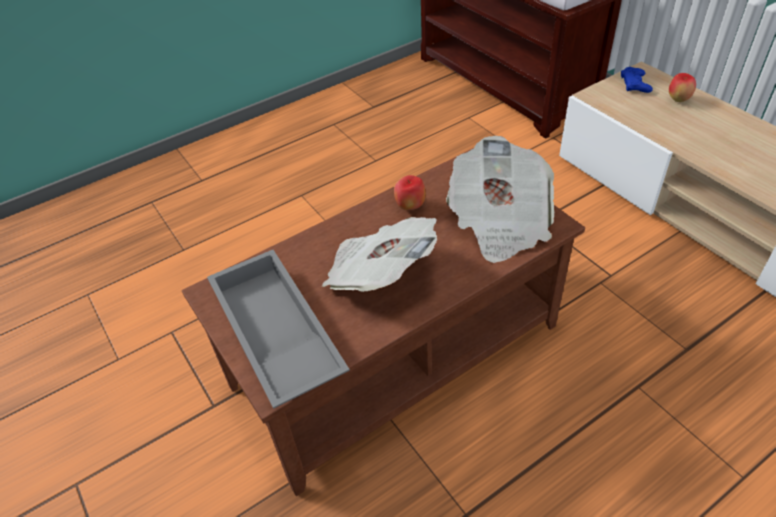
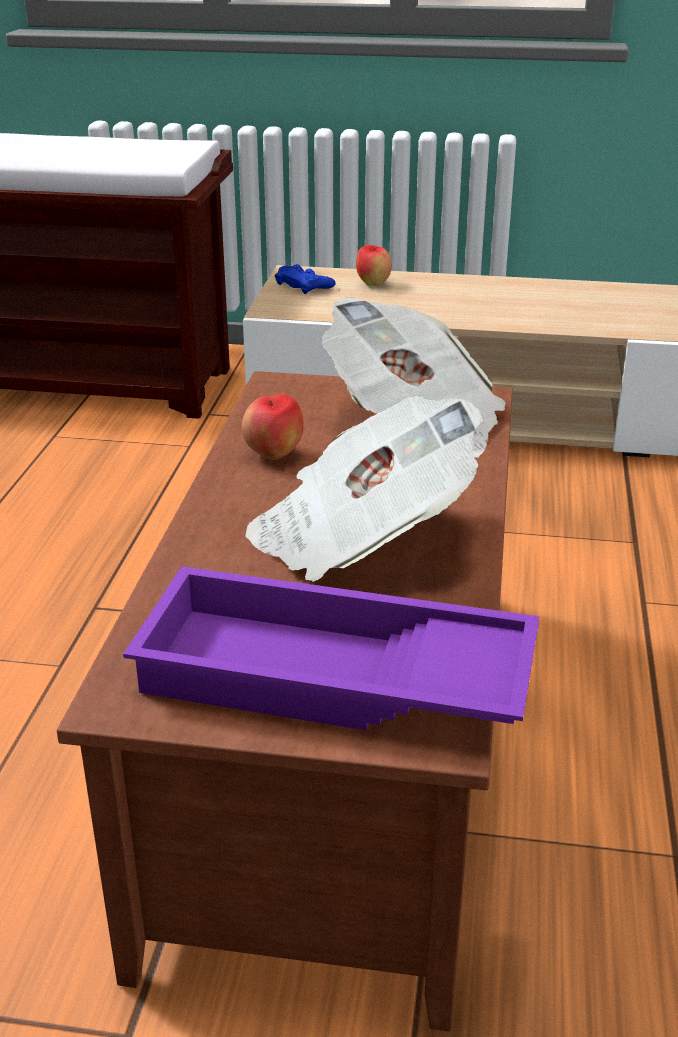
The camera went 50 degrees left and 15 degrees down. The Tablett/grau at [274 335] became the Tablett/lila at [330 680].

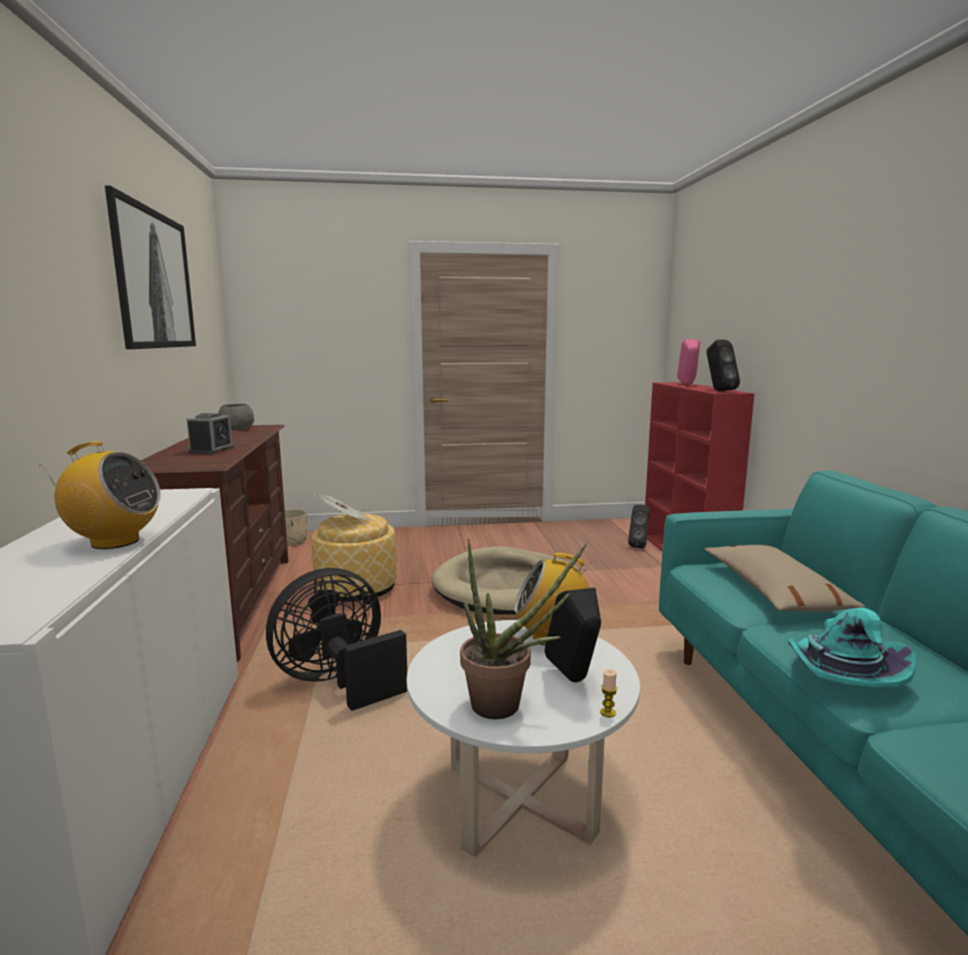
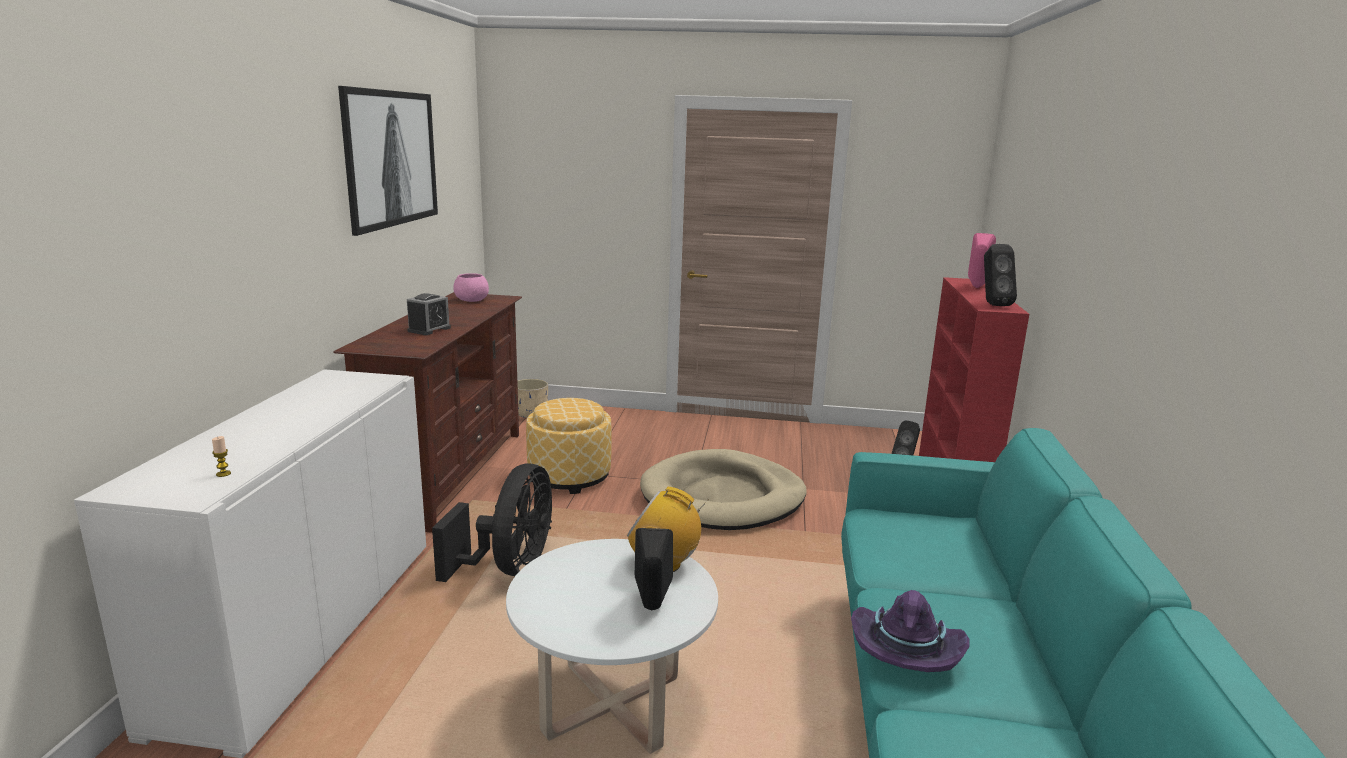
The camera went 15 degrees right and 5 degrees up. The Radio at [114 542] disappeared. The Zeitung at [345 522] disappeared. The Topfpflanze at [506 707] disappeared. The Kissen/beige at [773 592] disappeared. The Kerze moved from [608 712] to [223 474]. The Schüssel/grau at [237 429] became the Schüssel/rosa at [472 300]. The Hut/türkis at [841 675] became the Hut/lila at [905 651]. The Ventilator/schwarz at [338 682] turned 120 degrees clockwise.

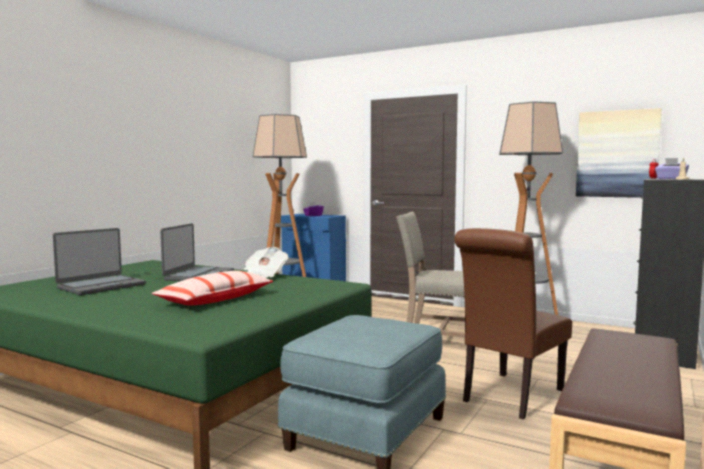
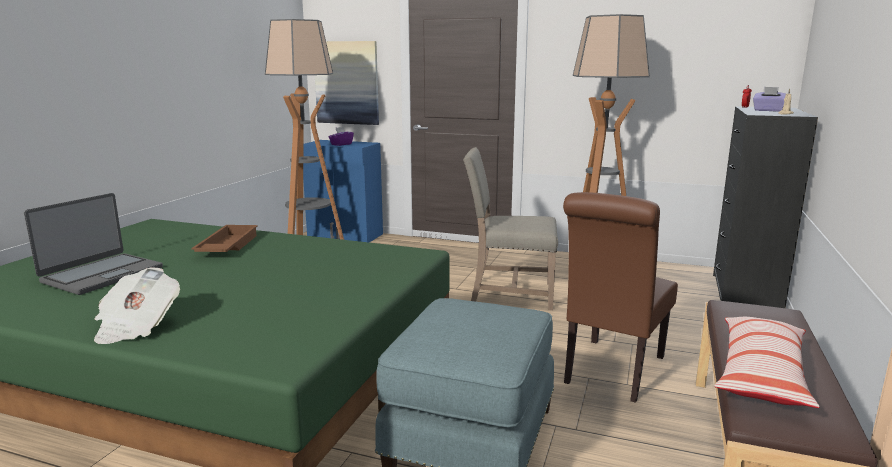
The camera went 10 degrees left and 10 degrees up. The Kissen moved from [216 299] to [761 374]. The Zeitung moved from [264 276] to [137 326]. The Bild moved from [617 154] to [347 83]. The Laptop at [198 275] was replaced by the Tablett/braun at [226 246].

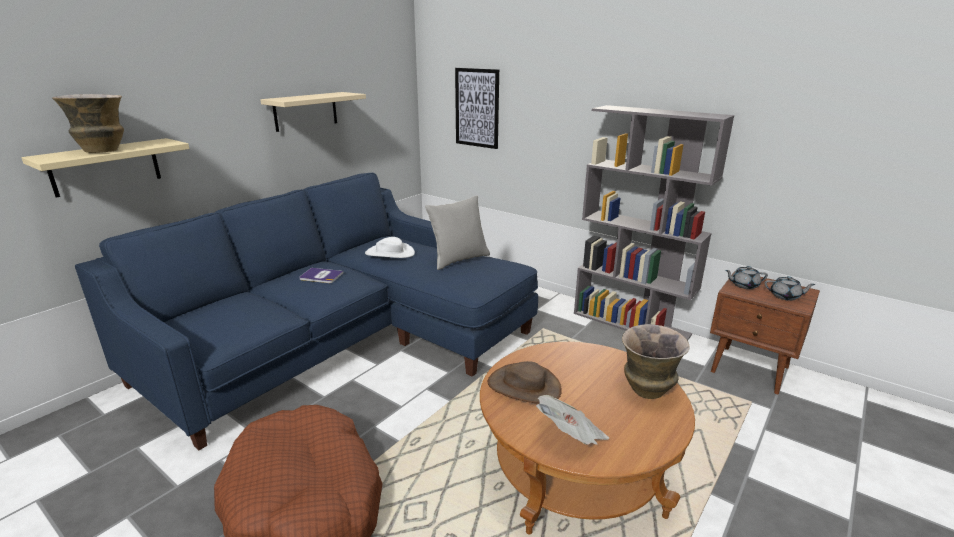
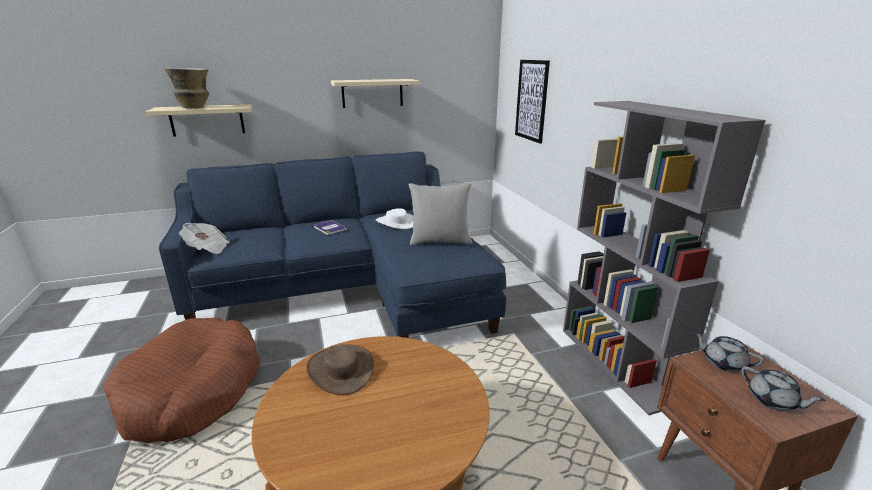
The camera went 35 degrees right and 0 degrees up. The Vase at [647 391] disappeared. The Zeitung moved from [571 436] to [207 248].

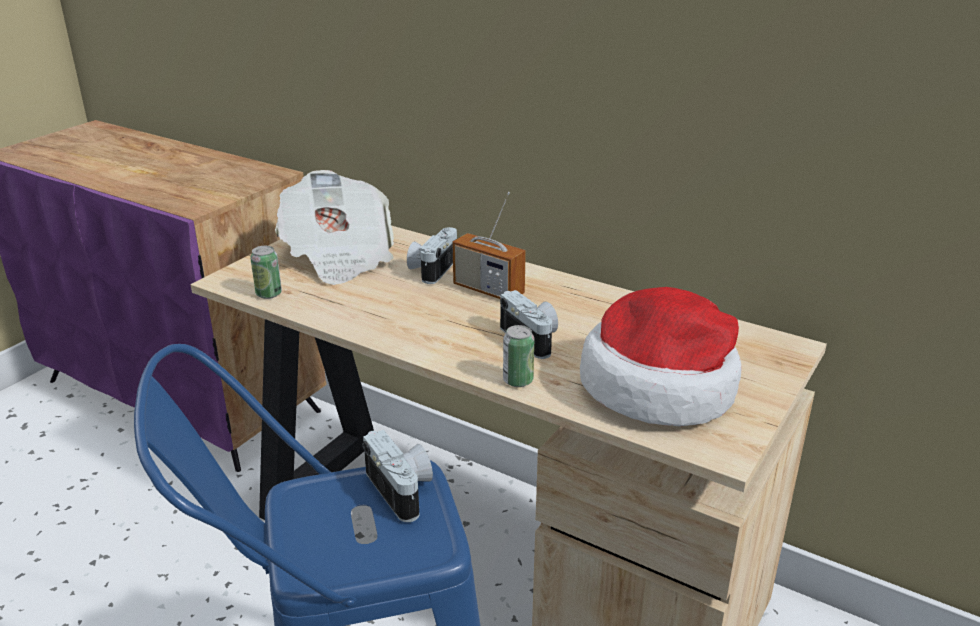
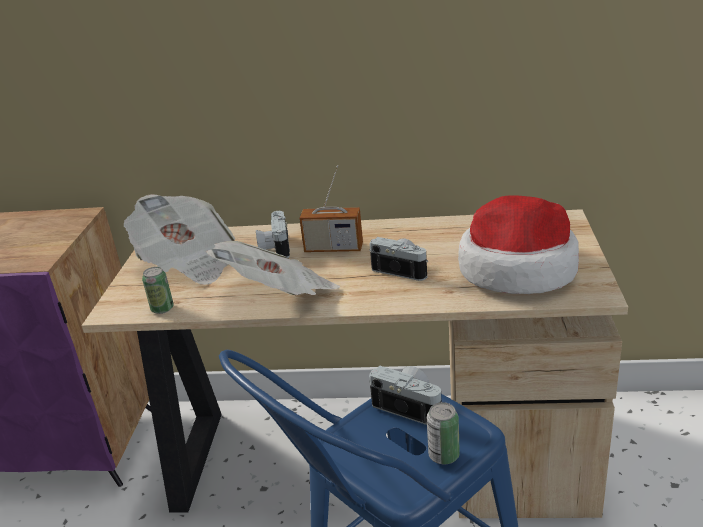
The camera went 25 degrees left and 0 degrees up. The Zeitung at [280 296] appeared. The Dose moved from [518 381] to [444 455].

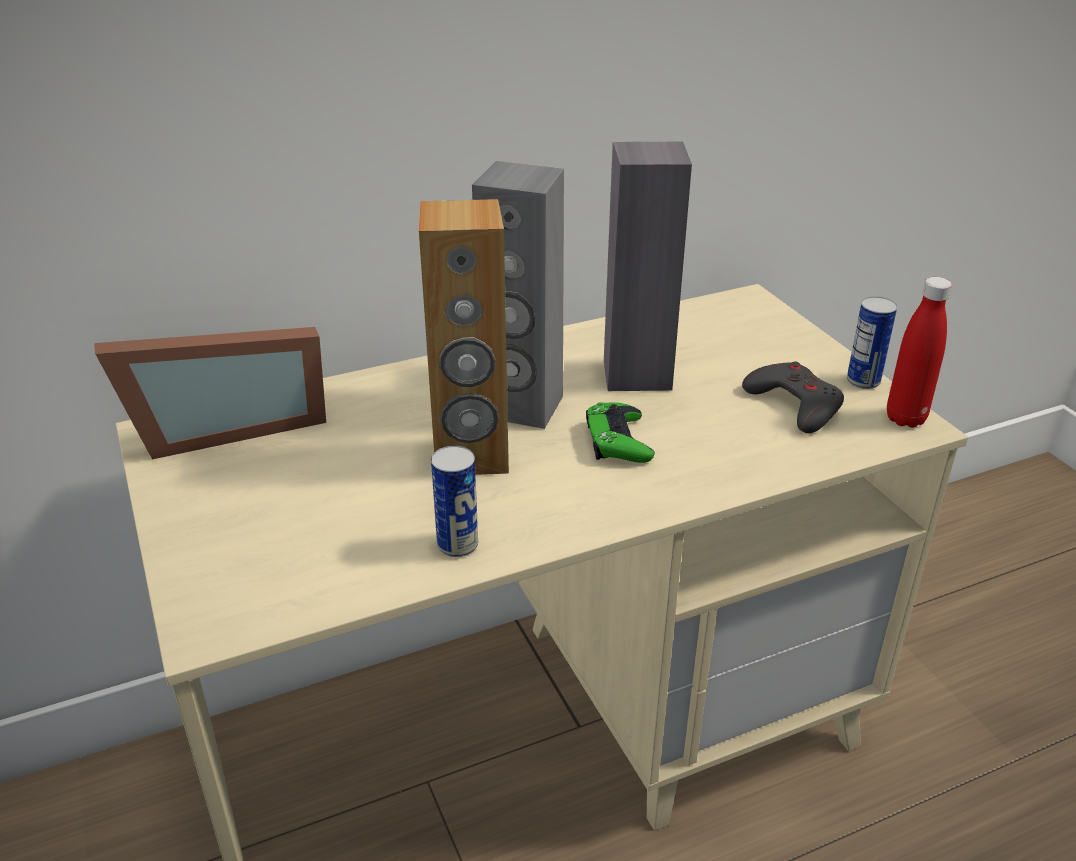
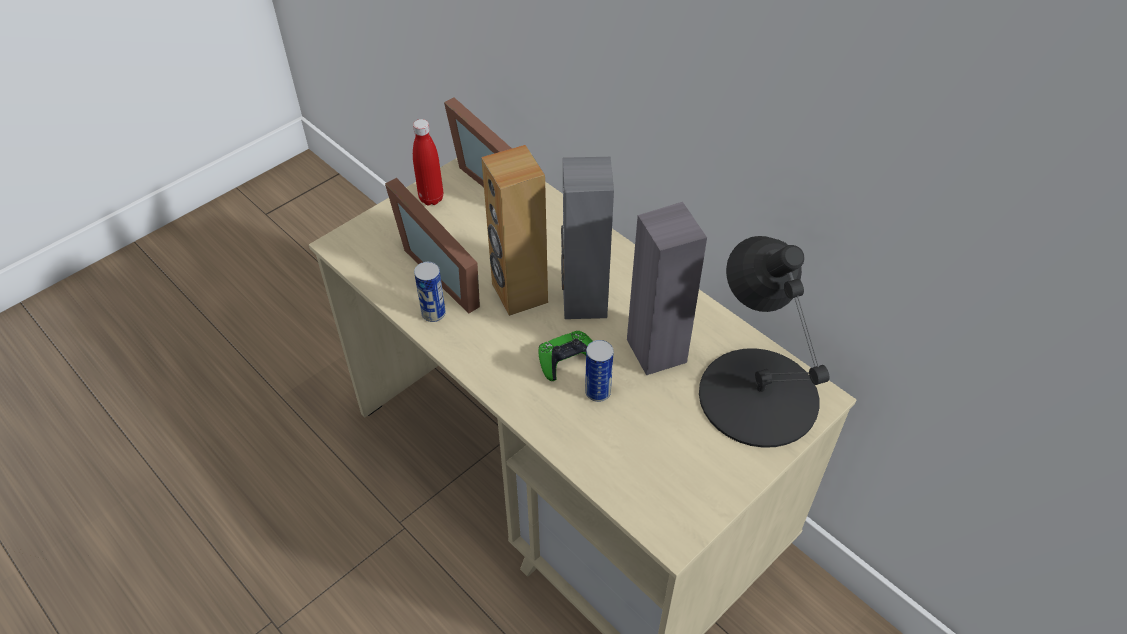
The camera went 70 degrees right and 15 degrees up. The Gamepad/grau at [794 404] disappeared. The Bilderrahmen at [447 269] appeared. The Tischlampe/schwarz at [758 395] appeared. The Dose moved from [863 381] to [598 392]. The Flasche/rot moved from [905 418] to [431 198].

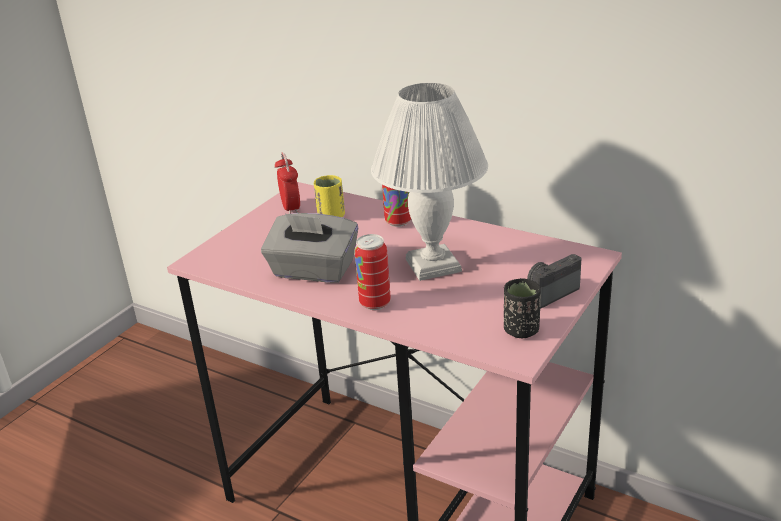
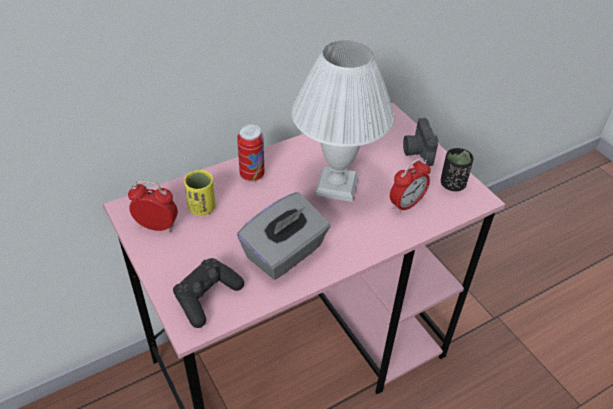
The camera went 65 degrees left and 15 degrees up. The Dose at [375 303] disappeared. The Gamepad/schwarz at [207 298] appeared. The Wecker at [406 204] appeared.

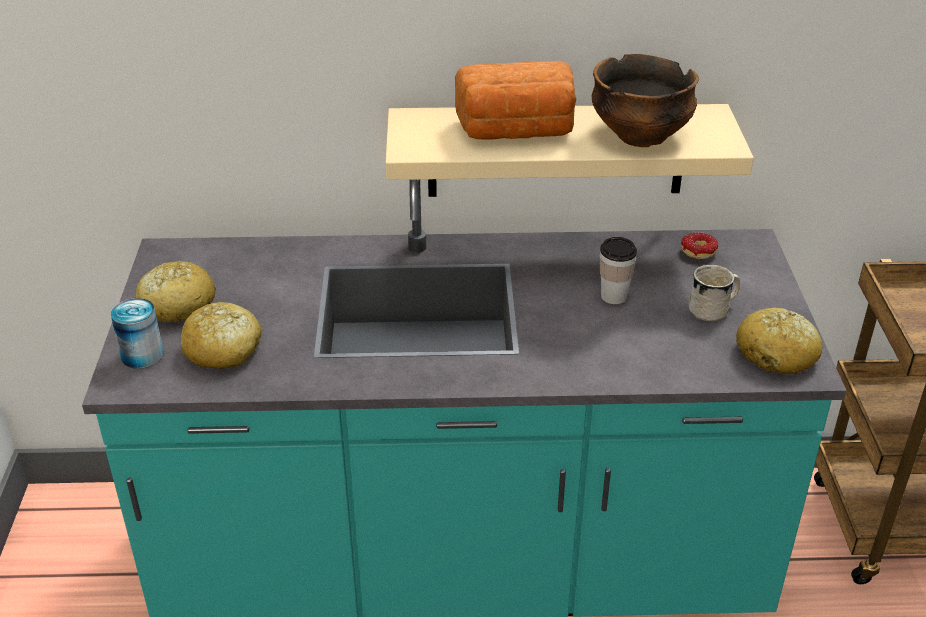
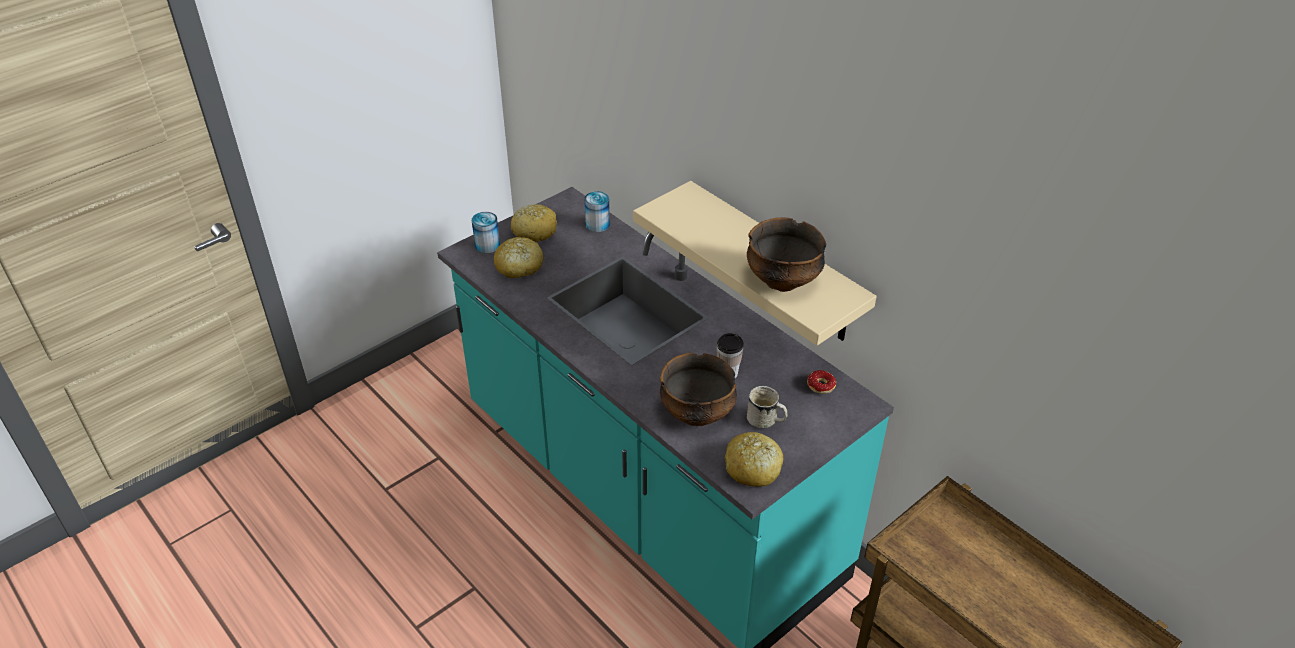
The camera went 50 degrees right and 5 degrees up. The Brot at [516 131] disappeared. The Dose at [597 224] appeared. The Schüssel at [697 413] appeared.

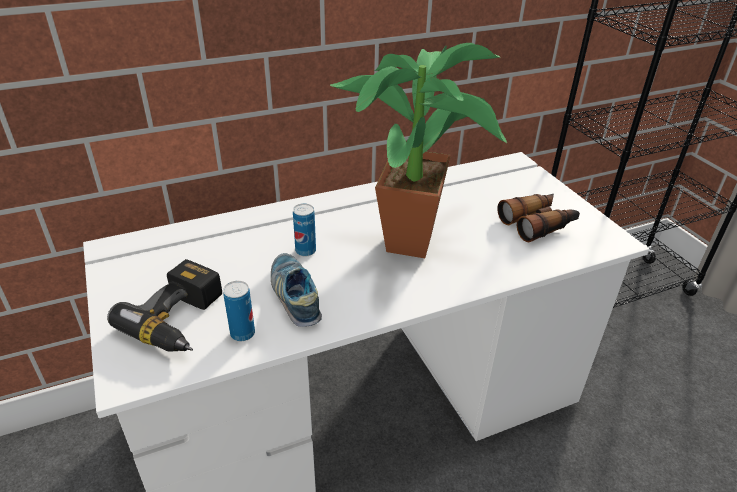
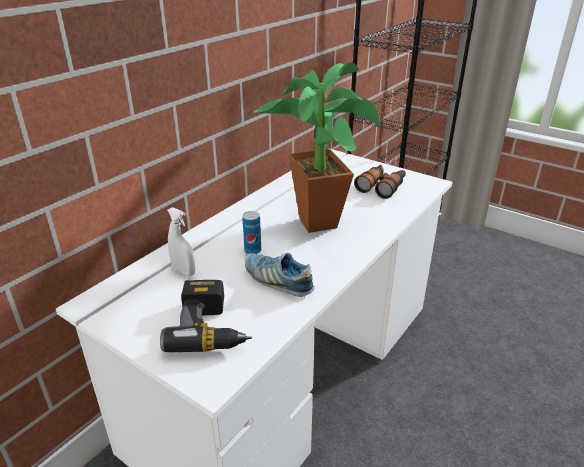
The camera went 30 degrees left and 5 degrees down. The Dose at [242 333] disappeared. The Sprühflasche/weiß at [183 271] appeared.

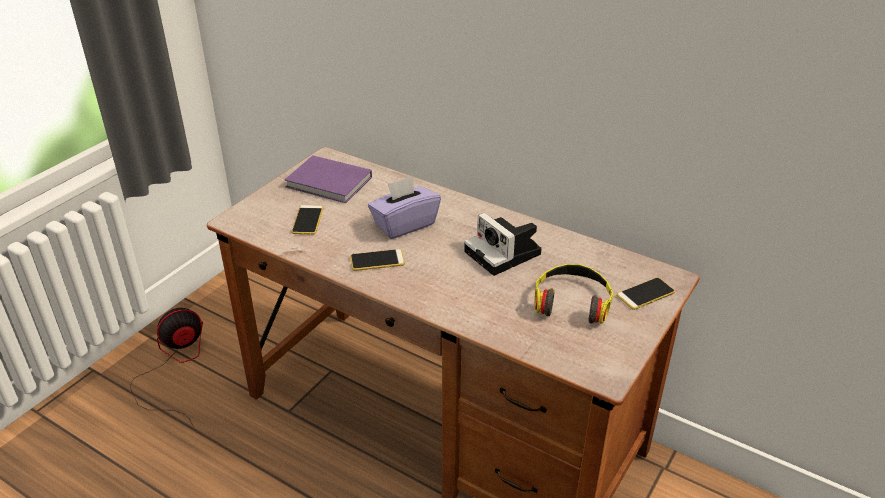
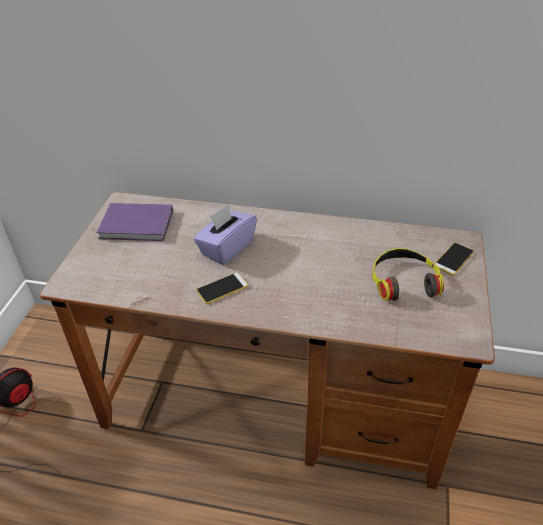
The camera went 20 degrees left and 5 degrees up. The Handy at [307 220] disappeared. The Kamera at [505 254] disappeared.

